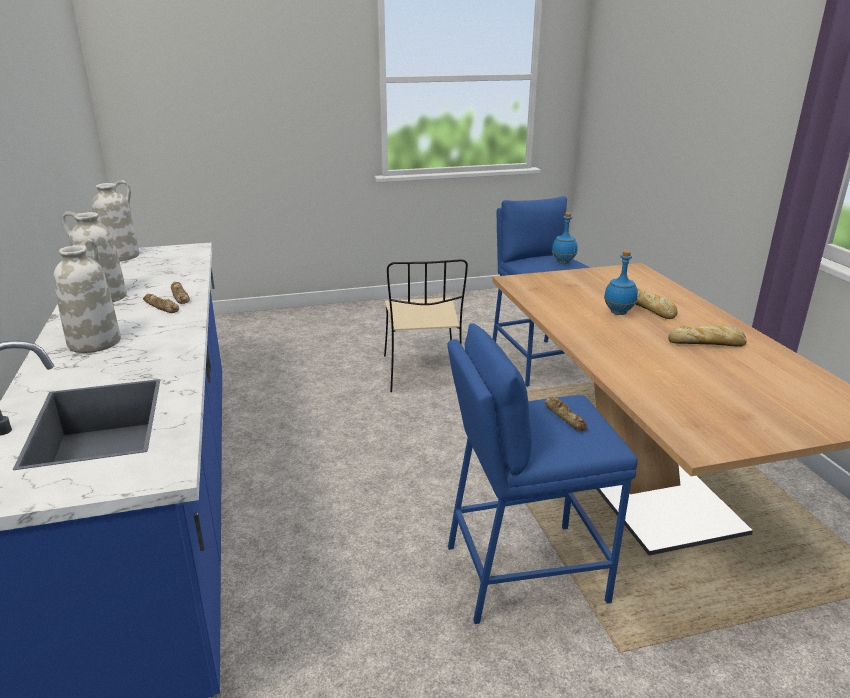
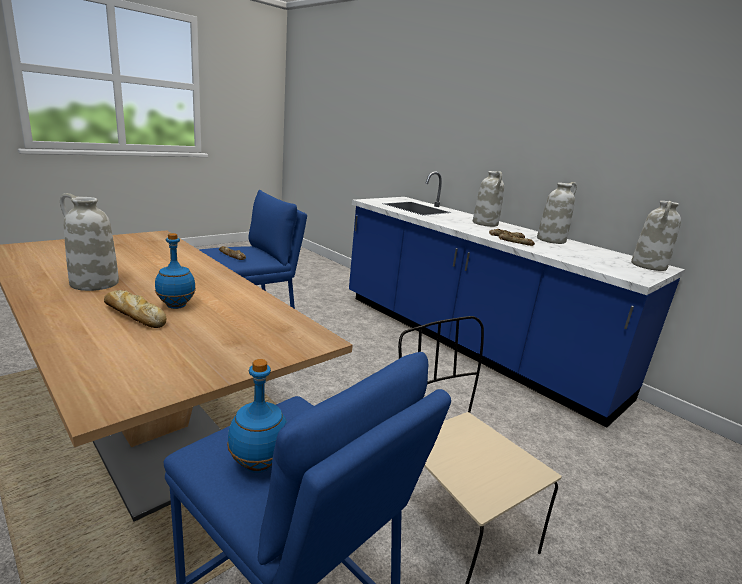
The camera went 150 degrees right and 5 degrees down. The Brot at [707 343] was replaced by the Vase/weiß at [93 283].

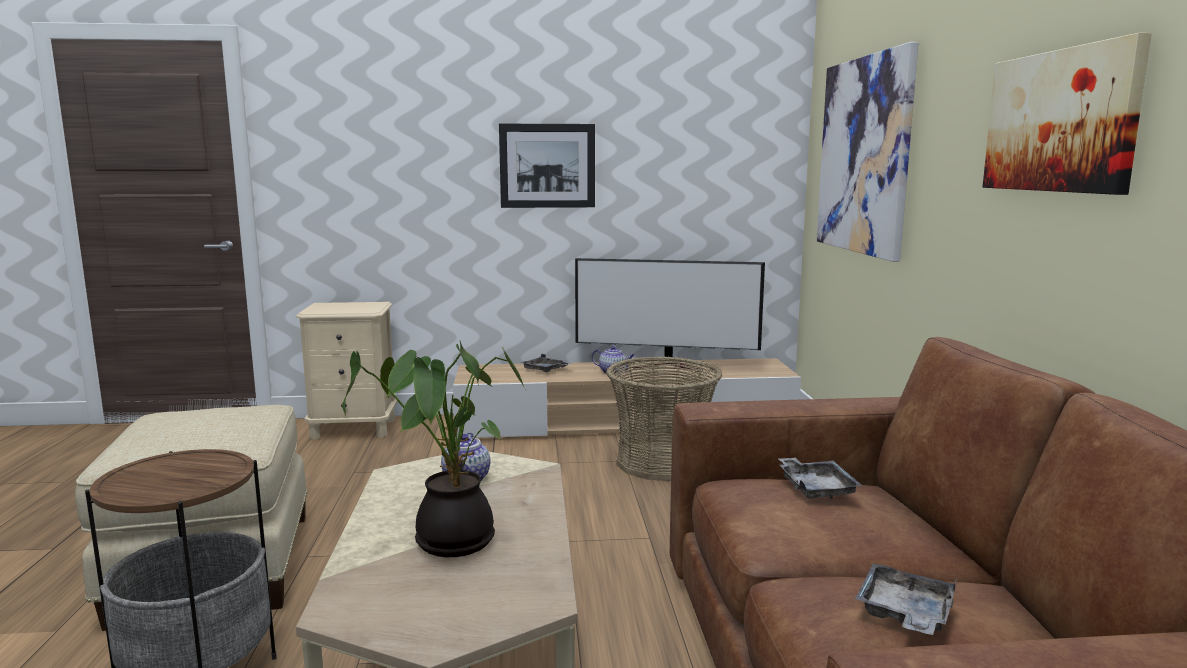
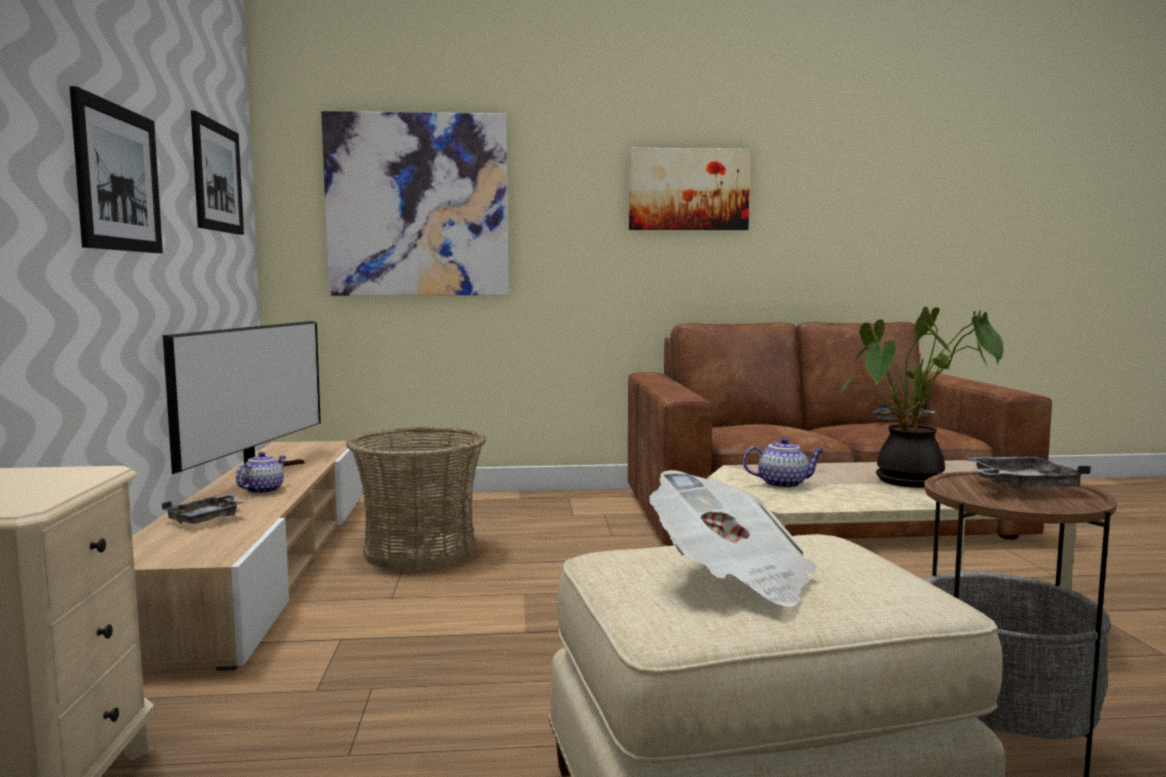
The camera went 90 degrees left and 5 degrees down. The Bild at [217 177] appeared. The Zeitung at [733 578] appeared. The Tablett/grau moved from [816 488] to [1020 486].

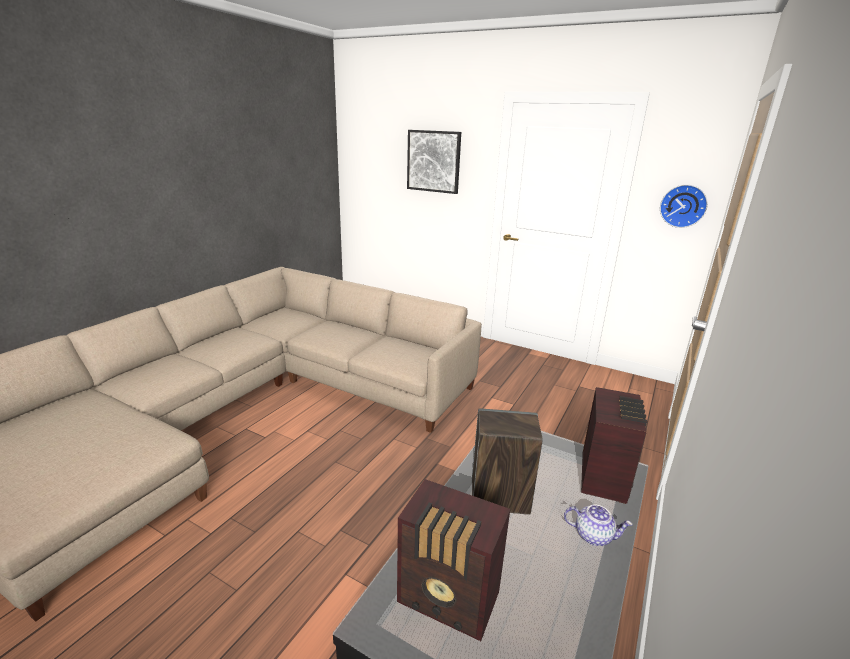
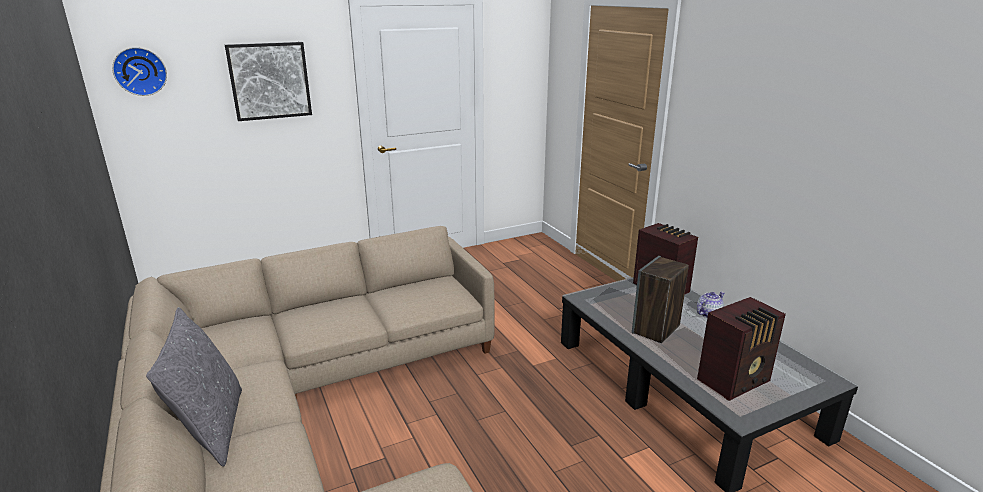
The camera went 55 degrees left and 0 degrees up. The Kissen/grau at [211 428] appeared. The Wanduhr moved from [683 206] to [140 71].

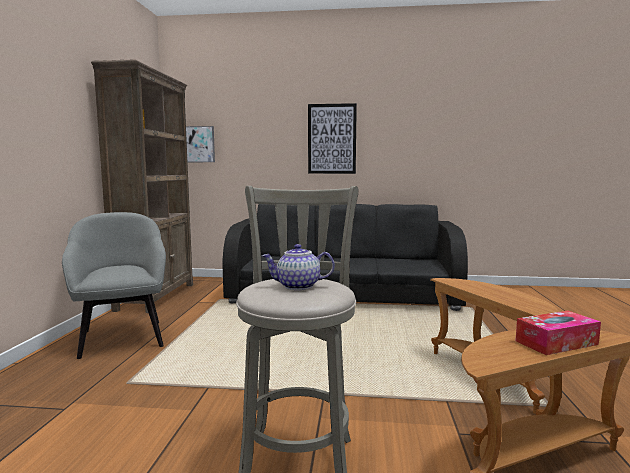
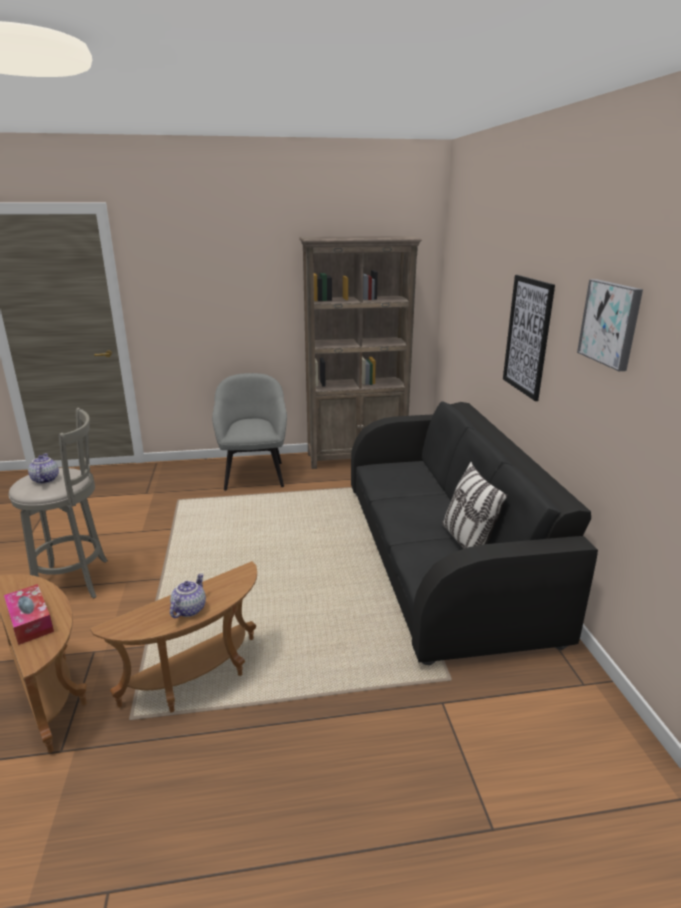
The camera went 75 degrees right and 15 degrees up. The Teekanne at [189 609] appeared. The Kissen at [466 542] appeared. The Bild moved from [197 144] to [611 323]. The Sessel/grau at [122 337] turned 60 degrees counterclockwise.

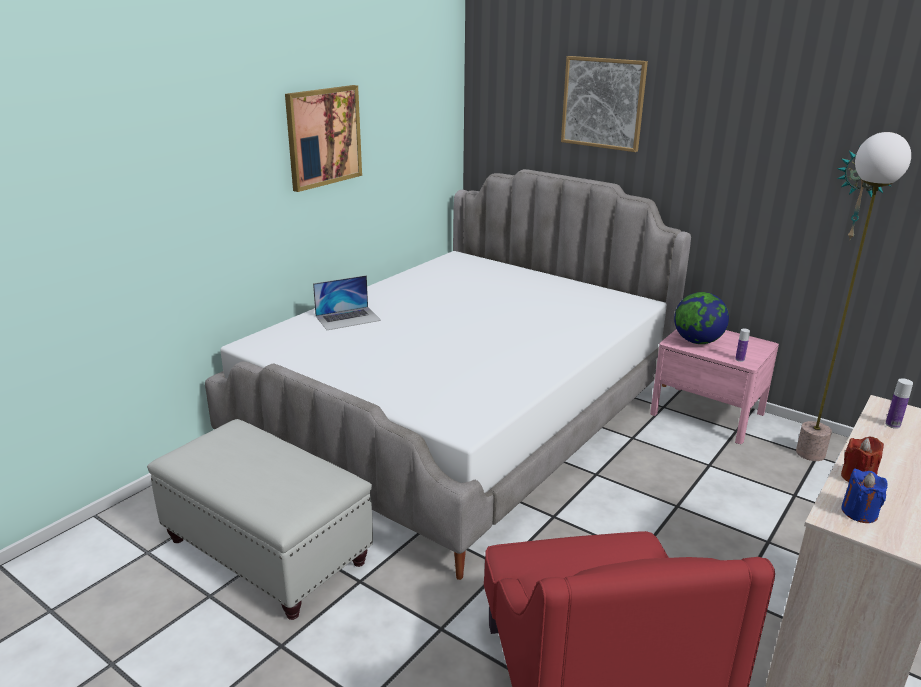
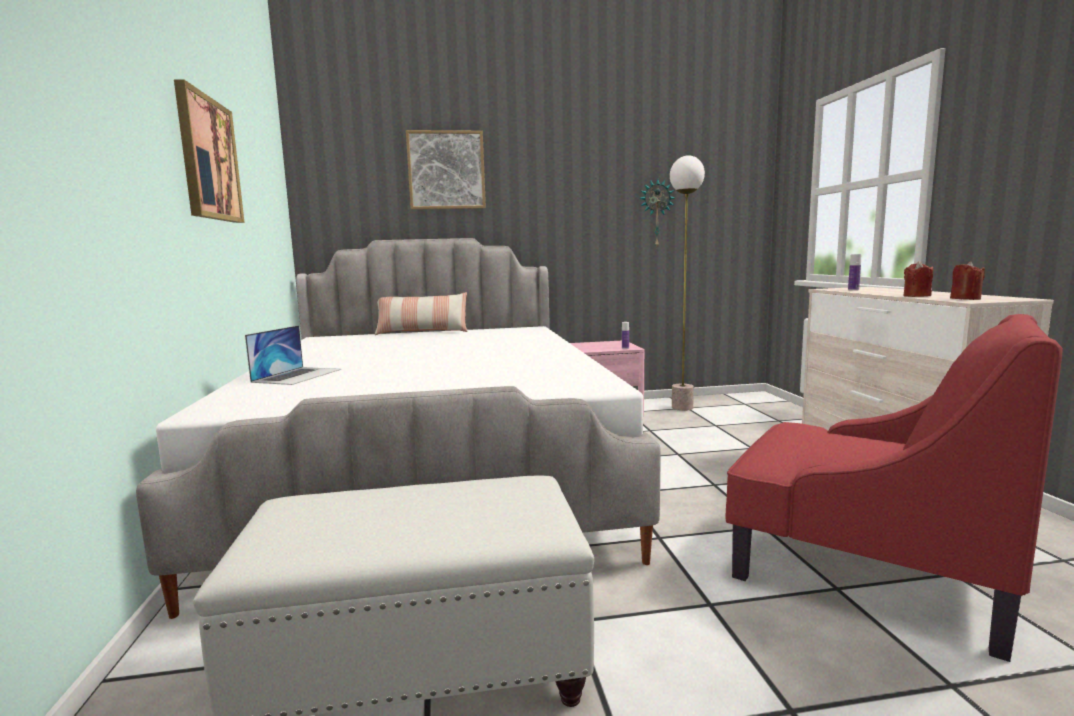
The camera went 45 degrees left and 15 degrees down. The Globus at [697 341] disappeared. The Kissen at [422 332] appeared. The Kerze/blau at [859 512] became the Kerze/rot at [965 299].

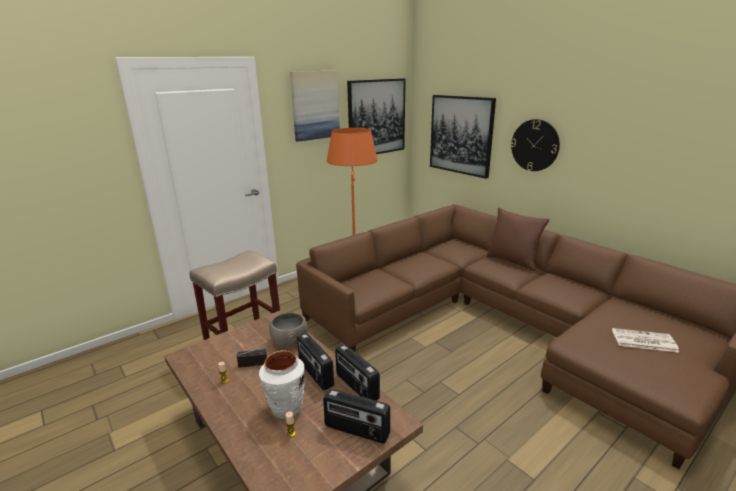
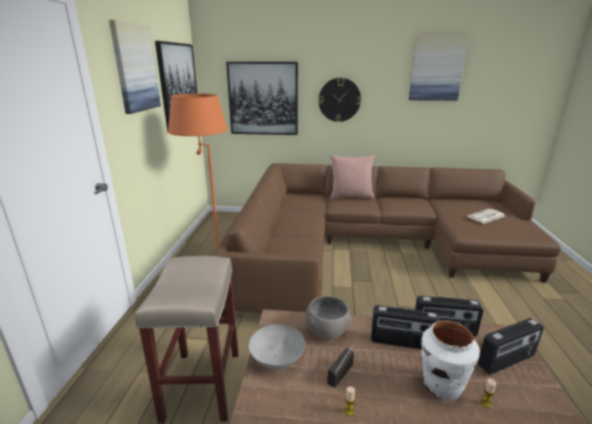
The camera went 45 degrees left and 0 degrees up. The Schüssel/grau at [277 360] appeared. The Bild at [436 69] appeared. The Kissen/braun at [513 261] became the Kissen/rosa at [351 196].

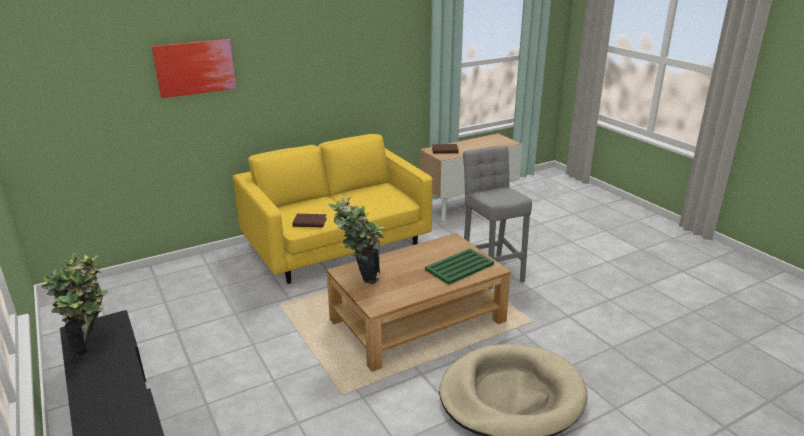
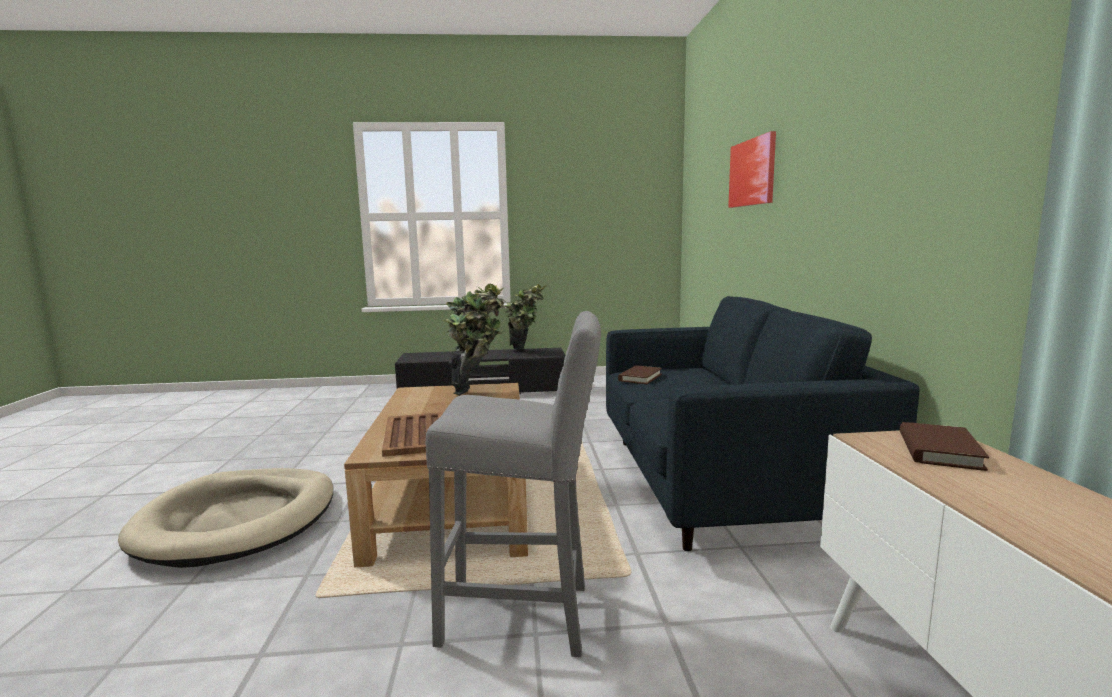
The camera went 115 degrees right and 15 degrees down. The Sofa/gelb at [337 246] became the Sofa/blau at [718 481]. The Tablett/grün at [459 267] became the Tablett/braun at [416 434].

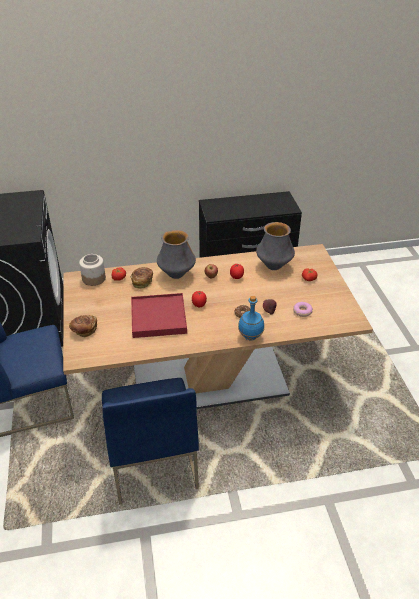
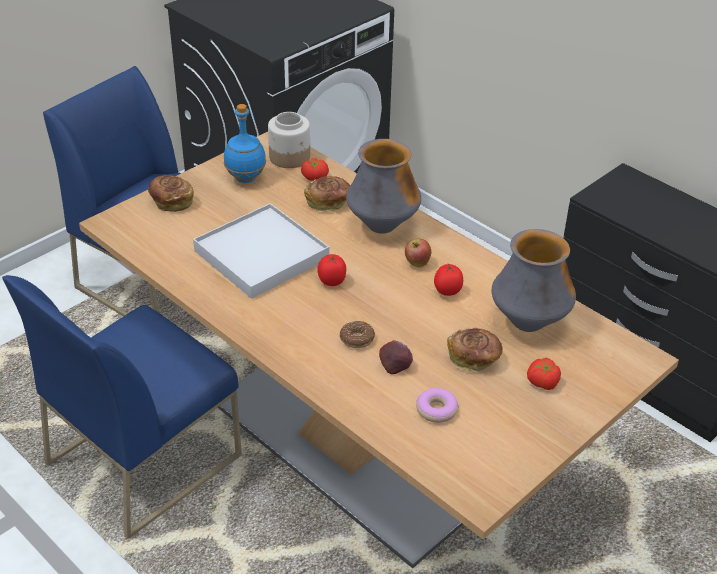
The camera went 55 degrees right and 0 degrees up. The Brot at [474 359] appeared. The Flasche/blau moved from [251 336] to [246 178]. The Tablett/rot at [158 318] became the Tablett/weiß at [261 255].

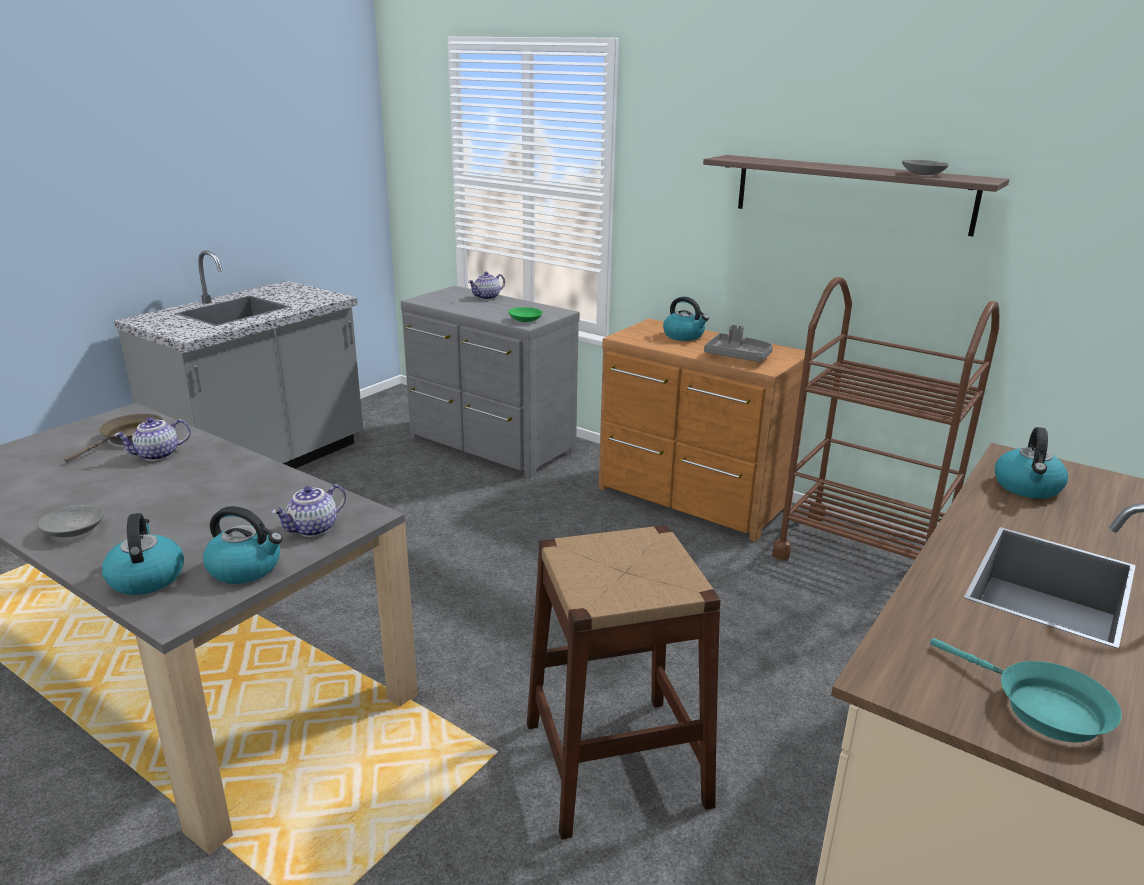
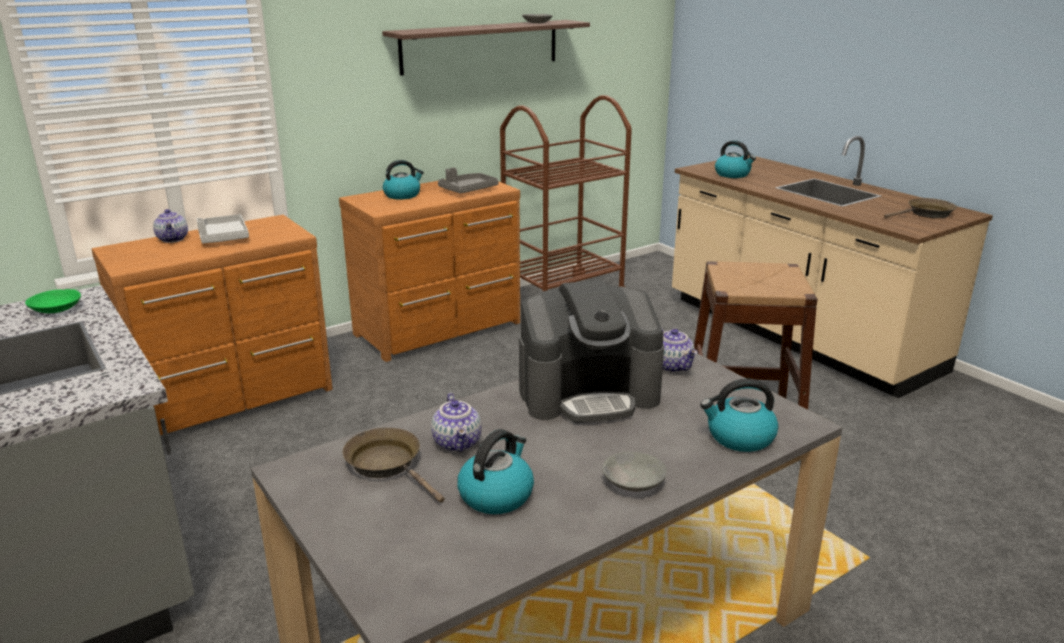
The camera went 70 degrees left and 0 degrees up. The Tablett/grau at [223 237] appeared. The Kaffeemaschine at [588 393] appeared. The Wasserkessel moved from [246 568] to [496 495]. The Schüssel/grün moved from [526 320] to [57 309]. The Kommode/grau at [490 445] became the Kommode/braun at [235 399]. The Pfanne/türkis at [1042 708] became the Pfanne/braun at [927 214].

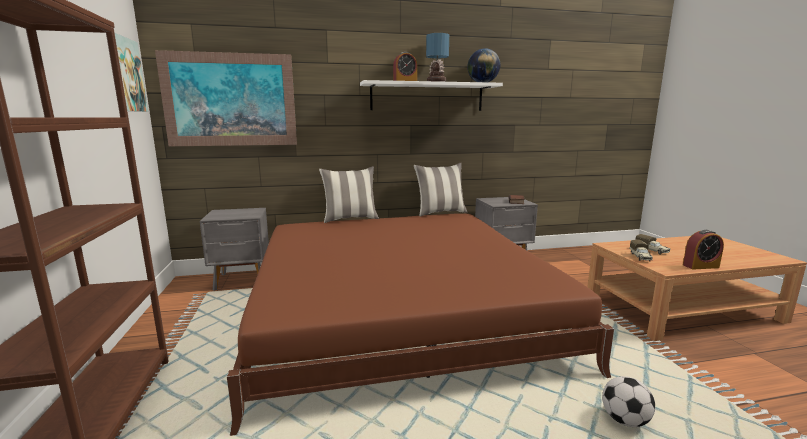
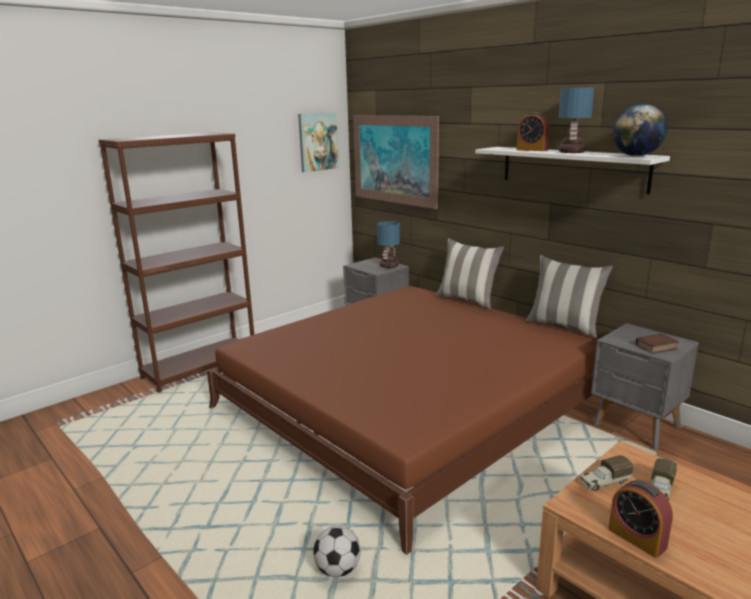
The camera went 60 degrees right and 5 degrees up. The Tischlampe at [389 266] appeared.

